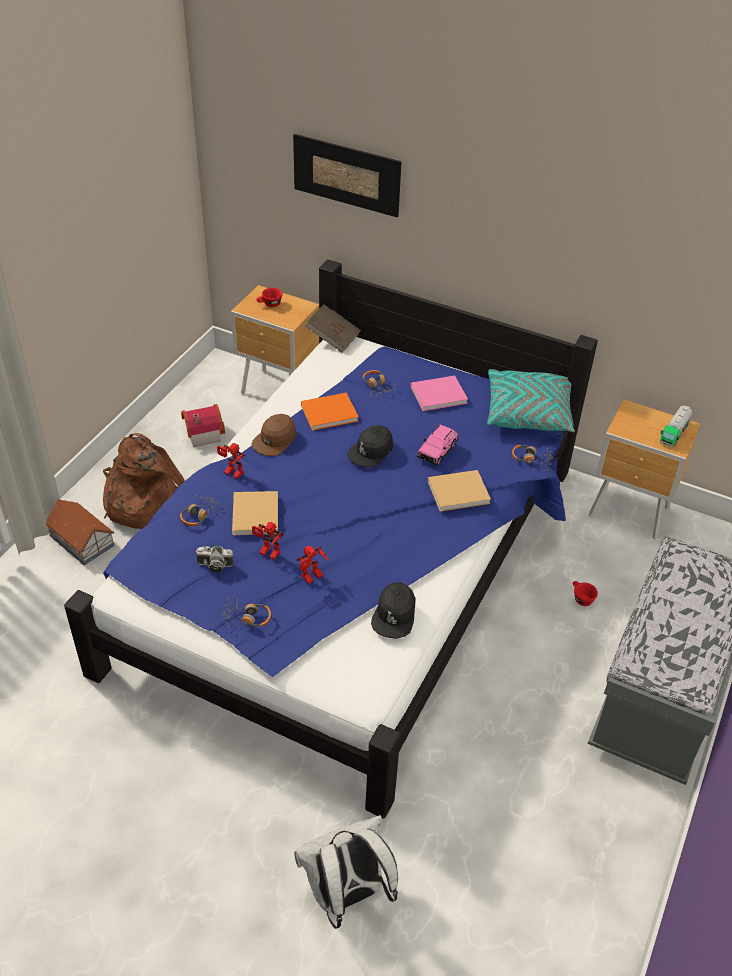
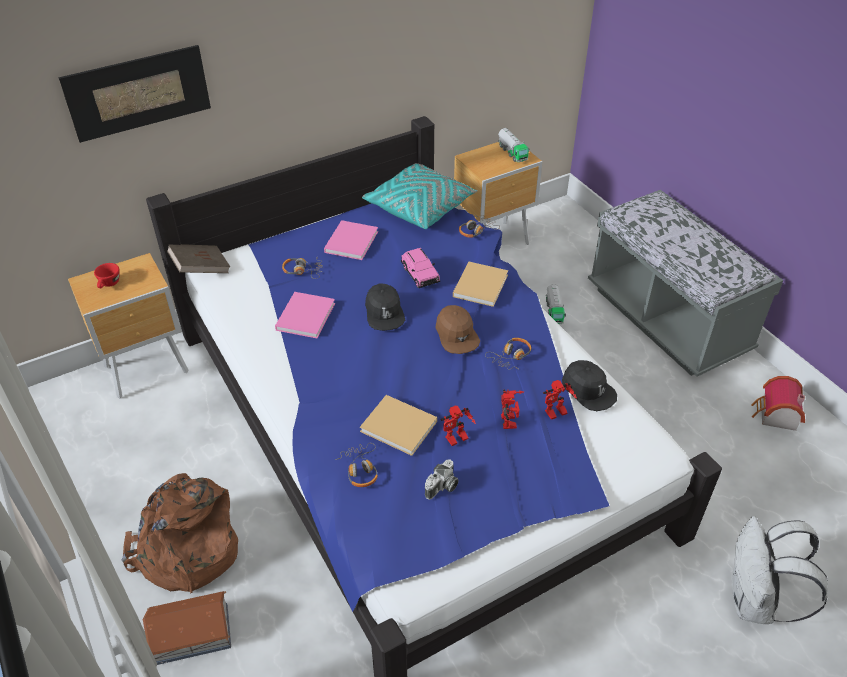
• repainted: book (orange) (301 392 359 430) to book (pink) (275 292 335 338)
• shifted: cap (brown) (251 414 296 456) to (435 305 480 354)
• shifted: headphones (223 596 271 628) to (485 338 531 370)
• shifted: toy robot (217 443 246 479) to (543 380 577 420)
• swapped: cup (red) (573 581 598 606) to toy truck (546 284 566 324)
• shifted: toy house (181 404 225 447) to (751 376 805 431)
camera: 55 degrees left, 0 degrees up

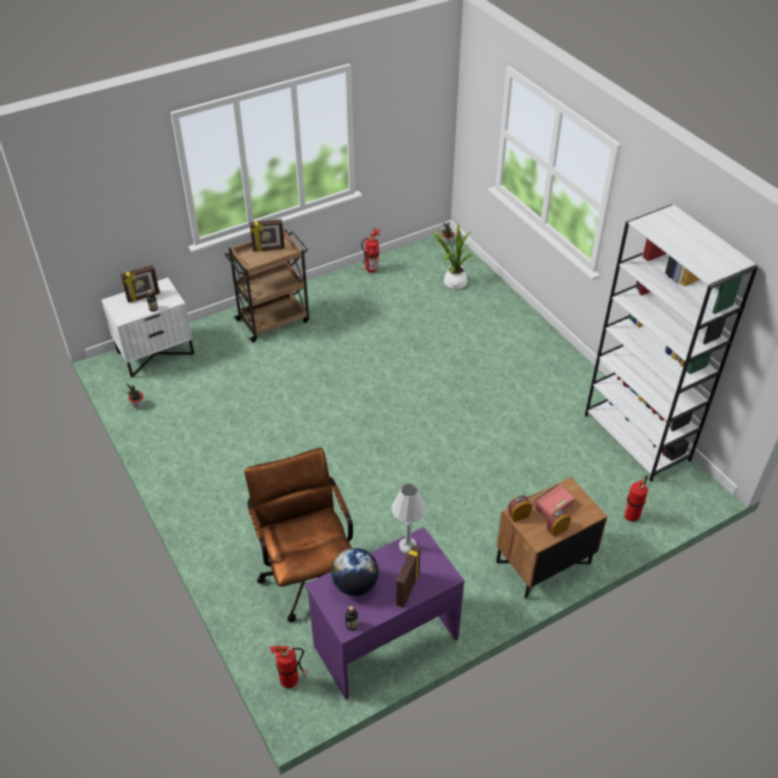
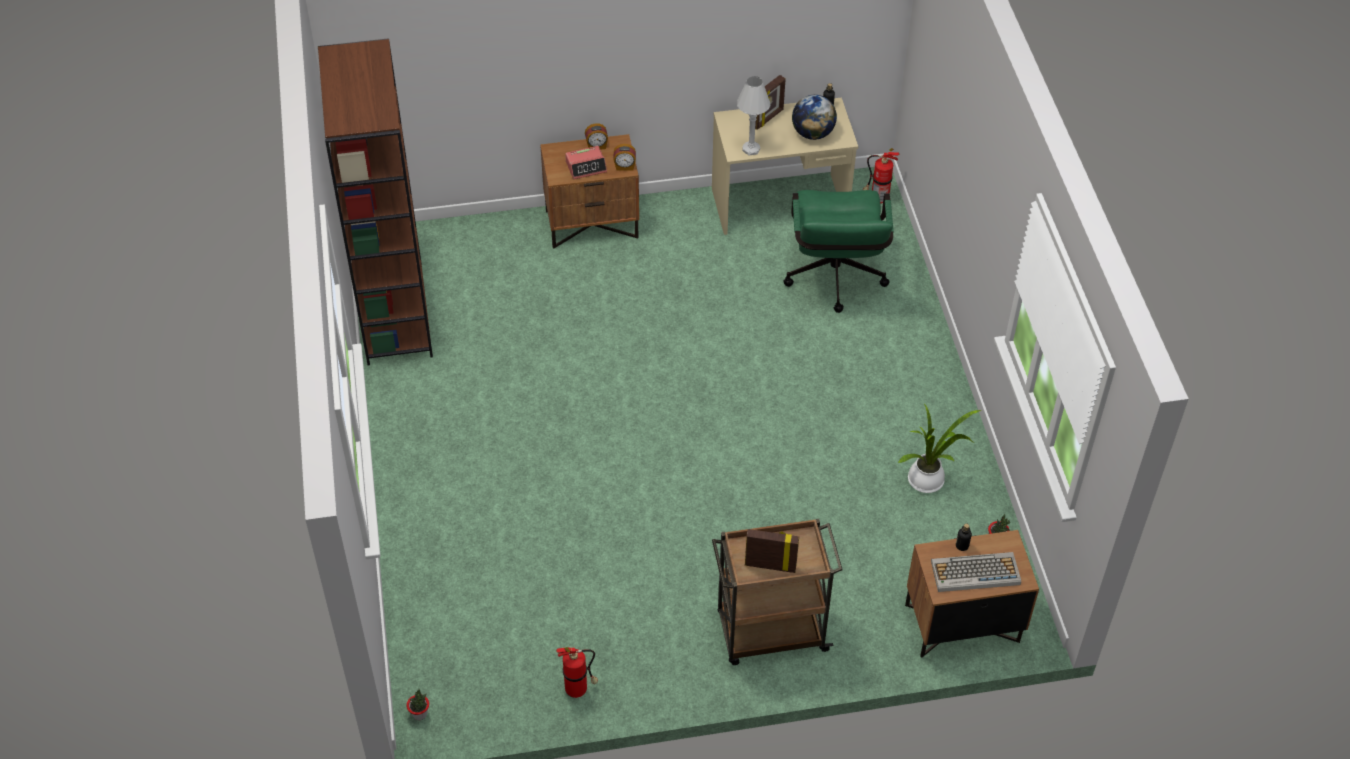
• repainted: bookcase (white) (585 204 758 482) to bookcase (brown) (318 38 433 366)
• repainted: desk (purple) (305 527 465 700) to desk (beige) (712 98 858 235)
• repainted: office chair (brown) (245 448 353 622) to office chair (green) (783 190 894 313)
• shifted: potted plant (432 223 474 289) to (897 404 981 493)
• repainted: nightstand (white) (102 277 194 377) to nightstand (brown) (905 530 1039 657)
• swapped: picture frame (121 265 160 303) to keyboard (931 552 1021 592)
• gone: fire extinguisher (624 475 648 522)
camera: 160 degrees left, 5 degrees up

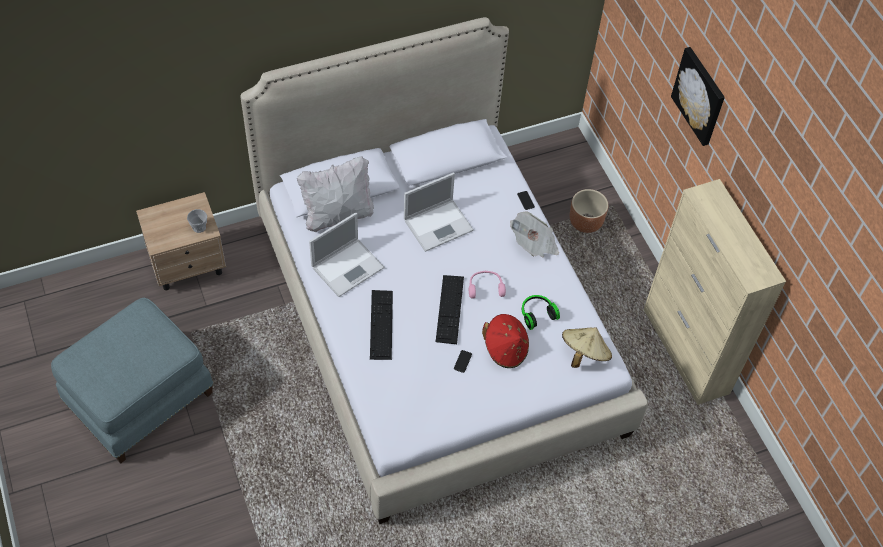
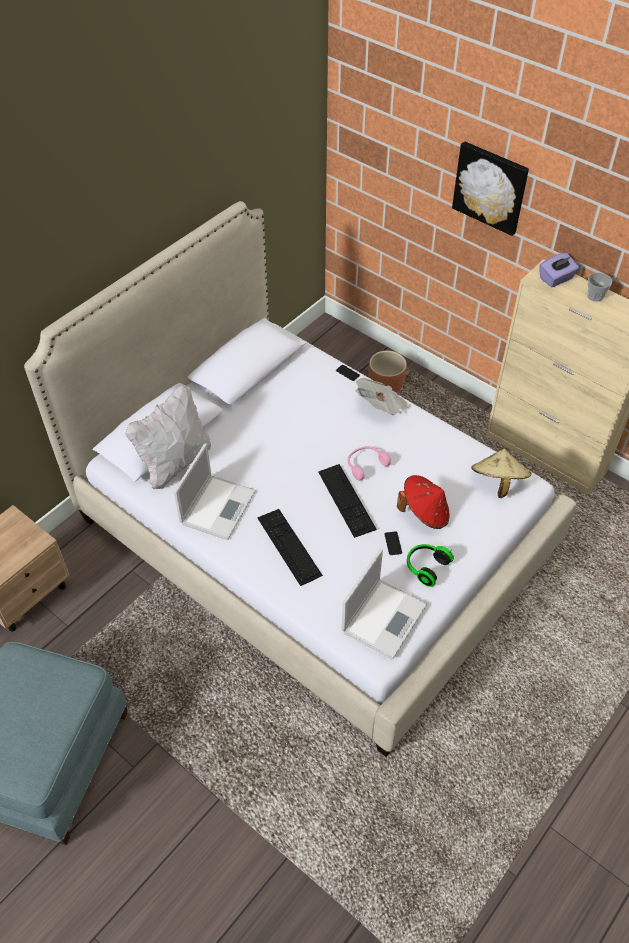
• shifted: laptop (404 172 474 252) to (341 549 427 659)
• shifted: headphones (522 295 560 330) to (407 544 454 587)
• new: tissue box (purple) (540 253 579 287)
• shifted: cup (187 209 207 233) to (587 273 612 302)
camera: 25 degrees left, 5 degrees down

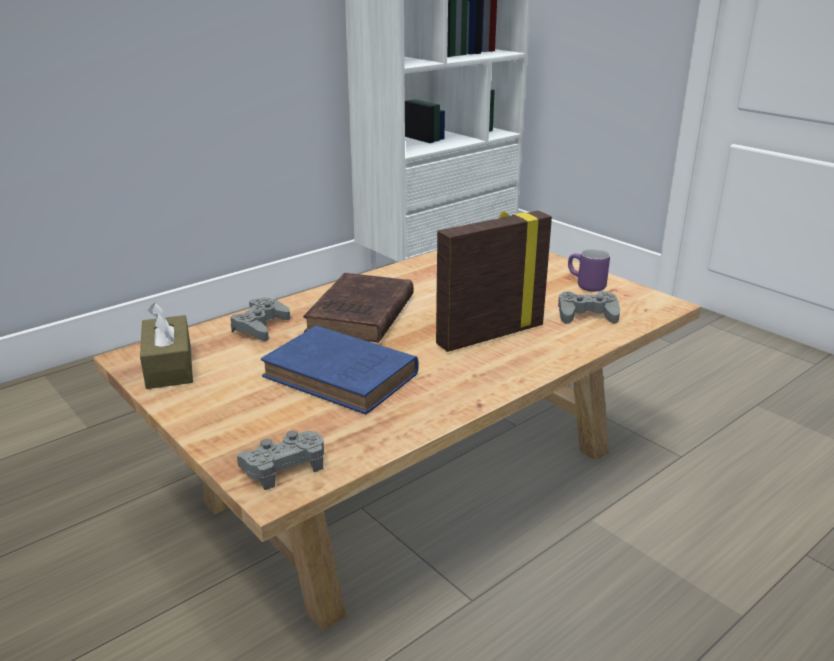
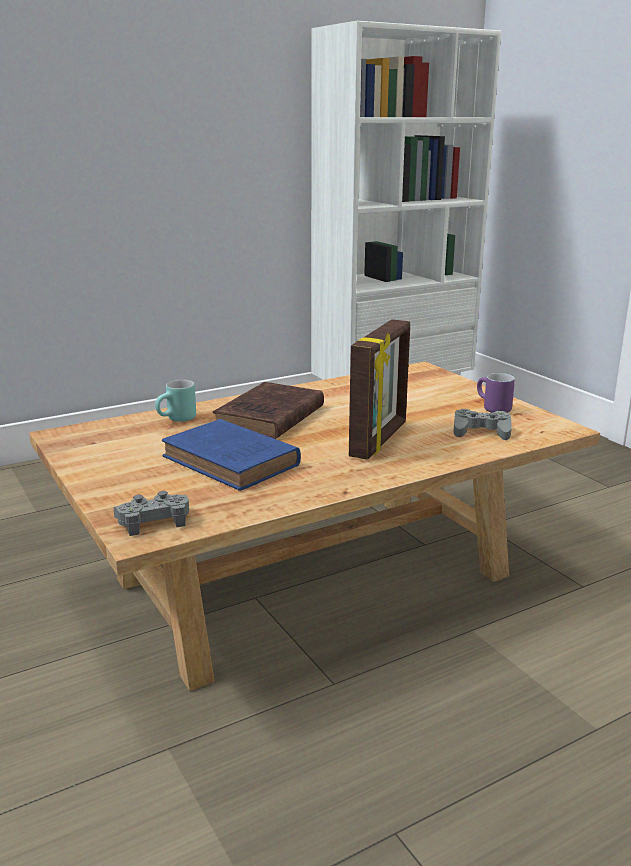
• swapped: game controller (grey) (231 297 290 341) to mug (turquoise) (155 380 196 422)
• rotated: picture frame (436 211 552 352) = (349 319 410 460) 135 degrees clockwise
• gone: tissue box (brown) (140 302 193 389)
camera: 10 degrees right, 5 degrees down

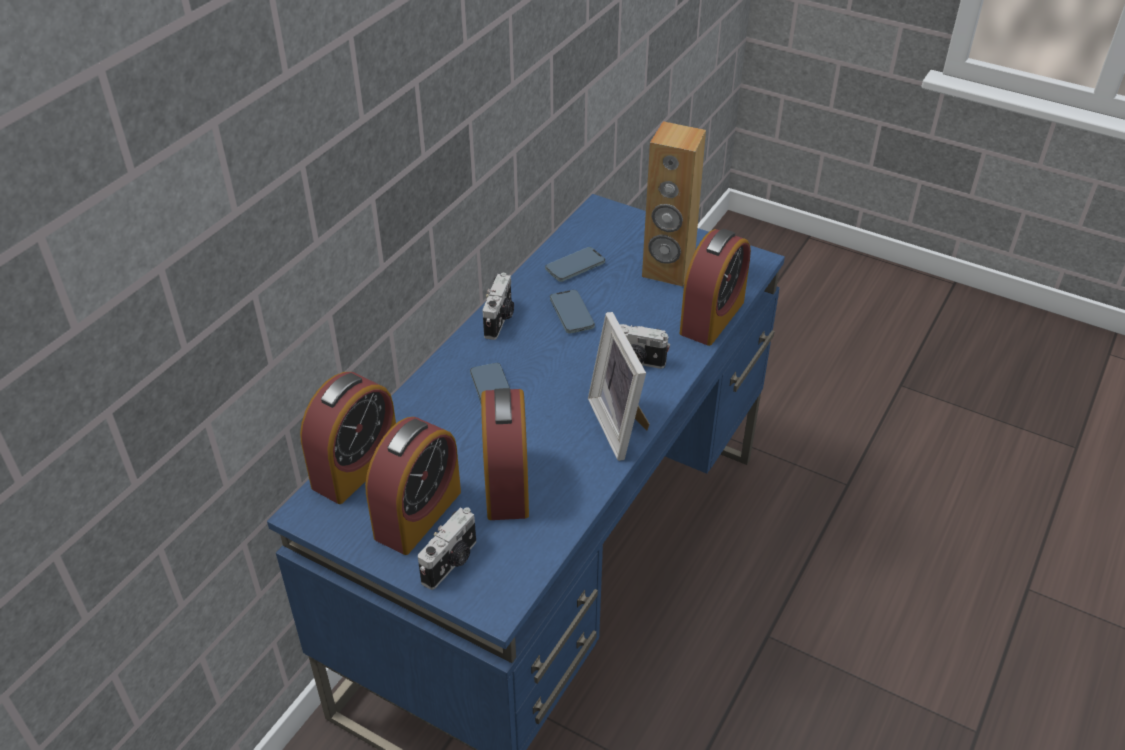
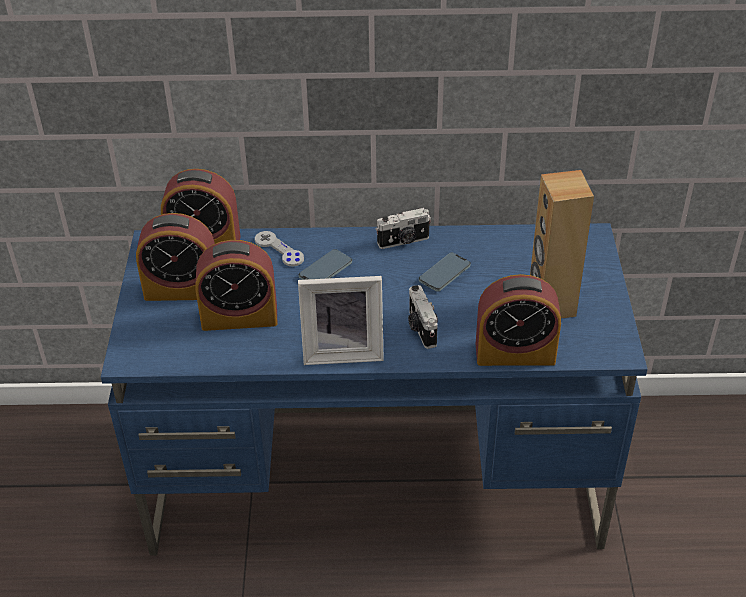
• rotated: alarm clock (481 388 529 520) = (195 240 277 331) 150 degrees counterclockwise
• new: game controller (grey) (255 231 304 267)
• rotated: picture frame (588 312 650 461) = (298 276 384 365) 135 degrees counterclockwise
• gone: photo camera (418 507 476 590)
• gone: phone (545 247 605 282)
camera: 60 degrees right, 0 degrees up

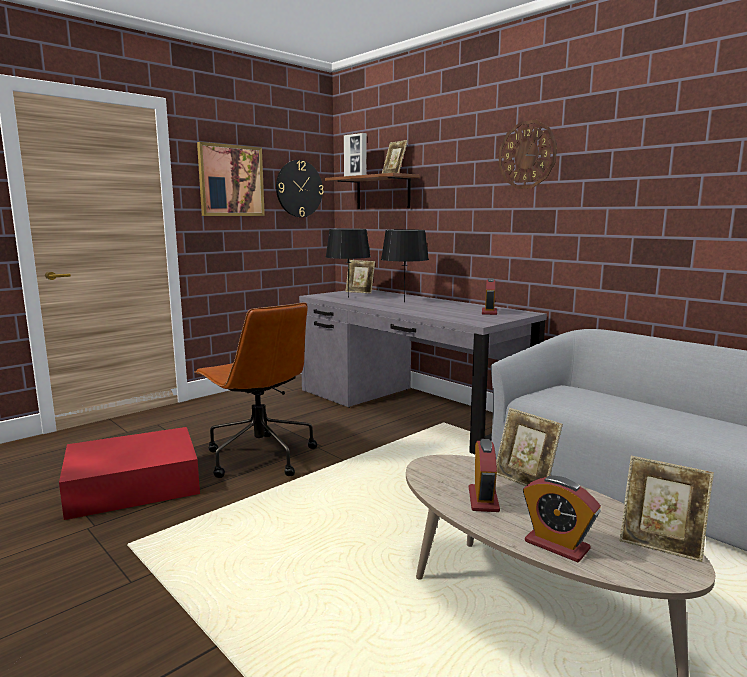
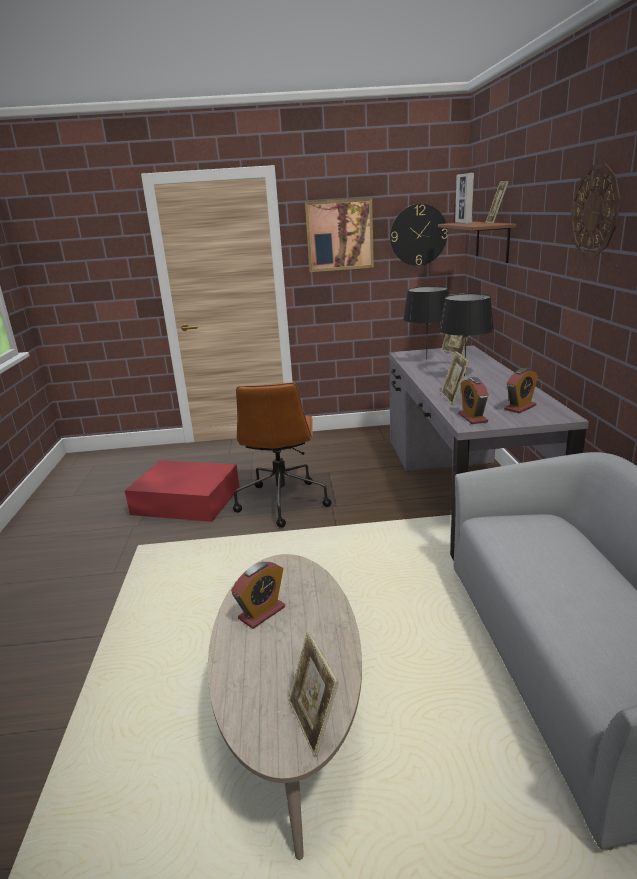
• shifted: picture frame (496 408 563 486) to (441 351 469 405)
• shifted: alarm clock (523 476 601 562) to (458 377 488 424)
camera: 40 degrees right, 10 degrees up

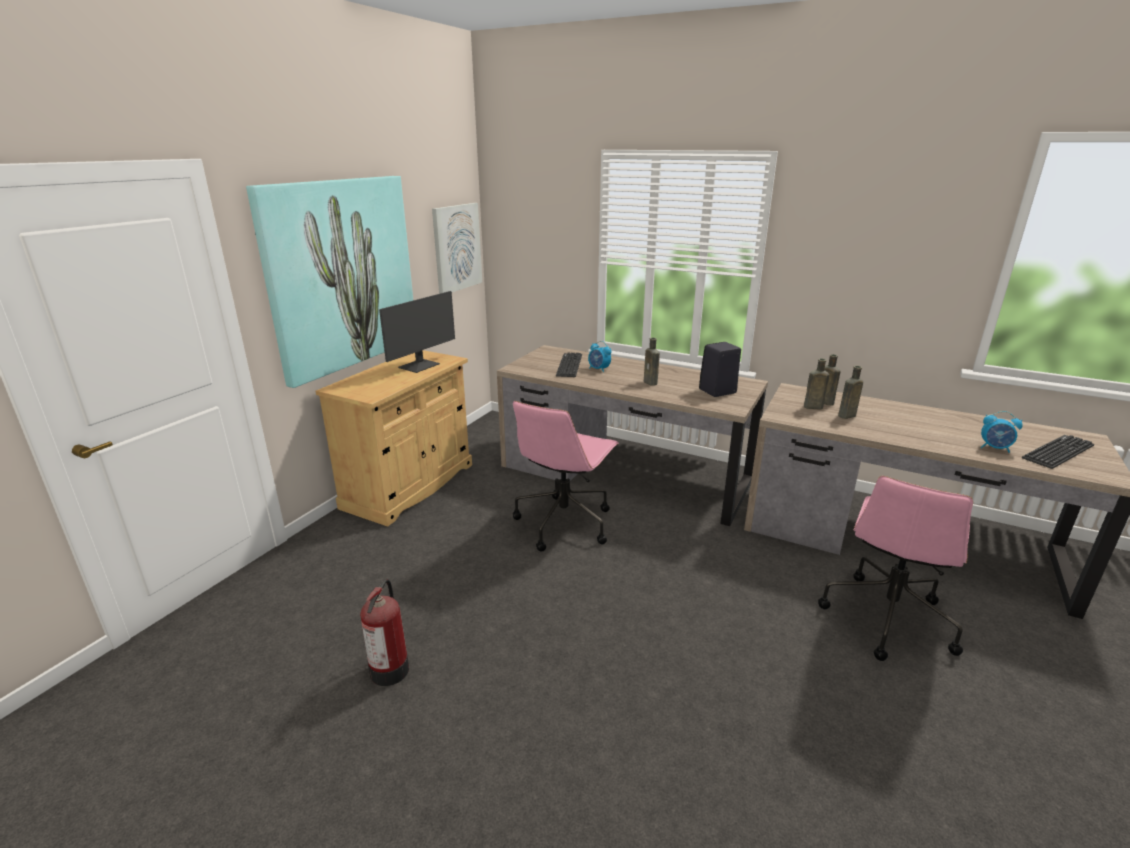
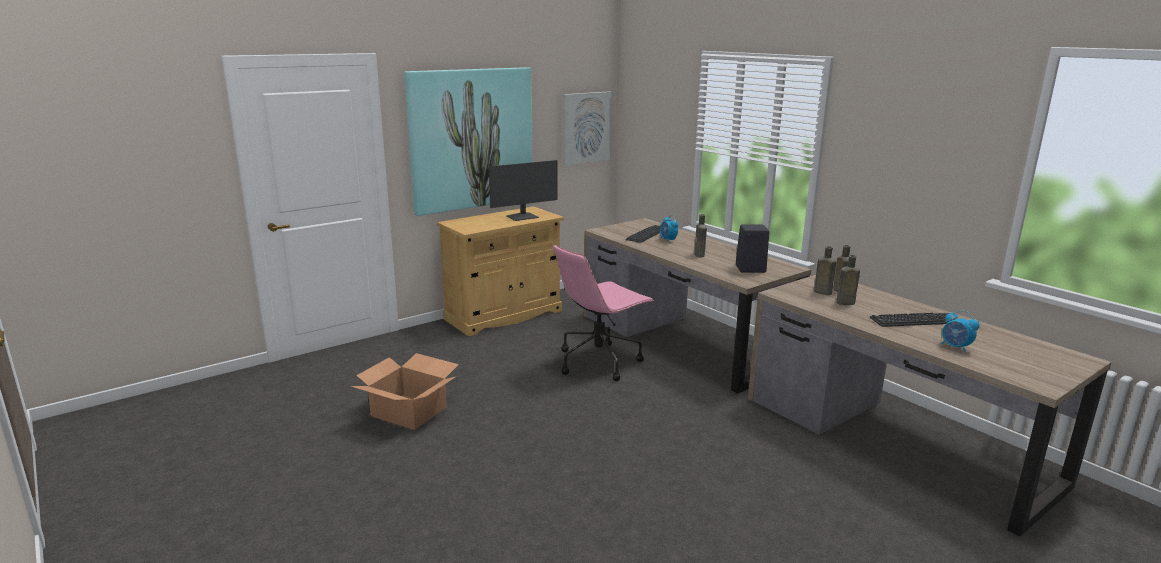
• swapped: fire extinguisher (360 579 409 686) to cardboard box (351 353 459 430)
• shifted: keyboard (1022 435 1094 469) to (870 312 957 327)
• gone: office chair (pink) (818 476 973 661)
camera: 25 degrees right, 5 degrees down

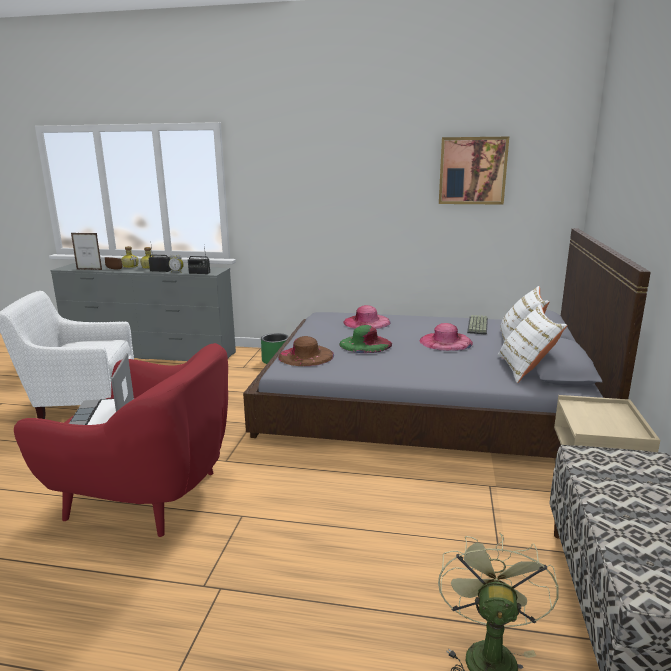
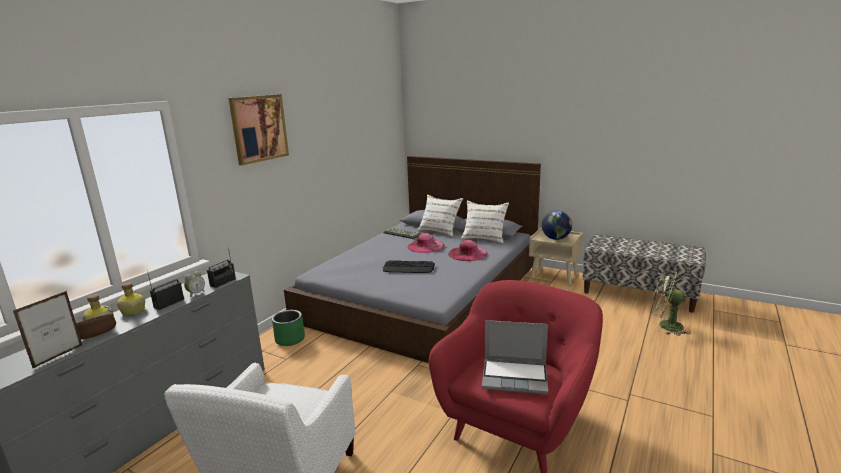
• shifted: picture (439 137 509 205) to (229 94 289 165)
• swapped: hat (green) (339 325 392 353) to keyboard (383 260 435 273)
• shifted: hat (pink) (344 305 391 329) to (448 240 488 261)
• new: globe (542 210 572 240)
• gone: hat (brown) (278 336 334 366)
camera: 70 degrees left, 0 degrees up

